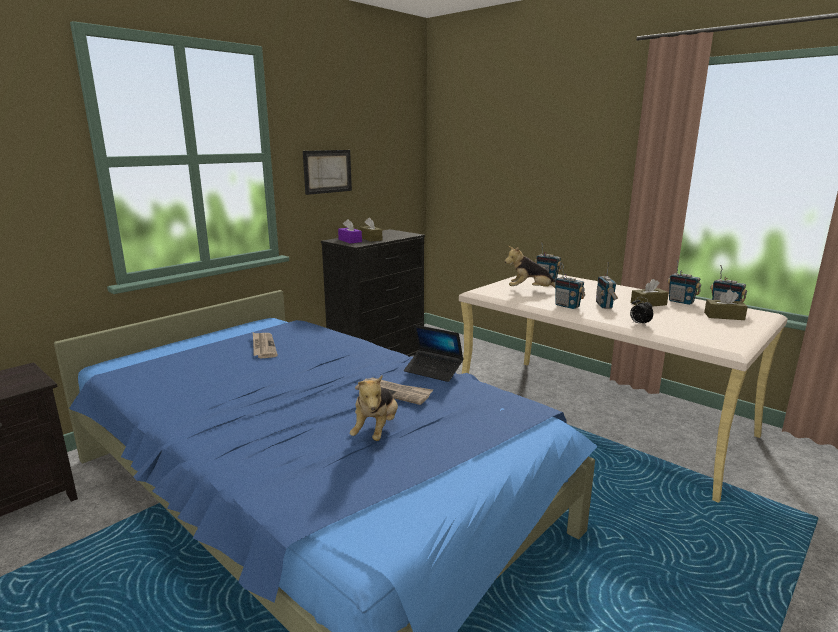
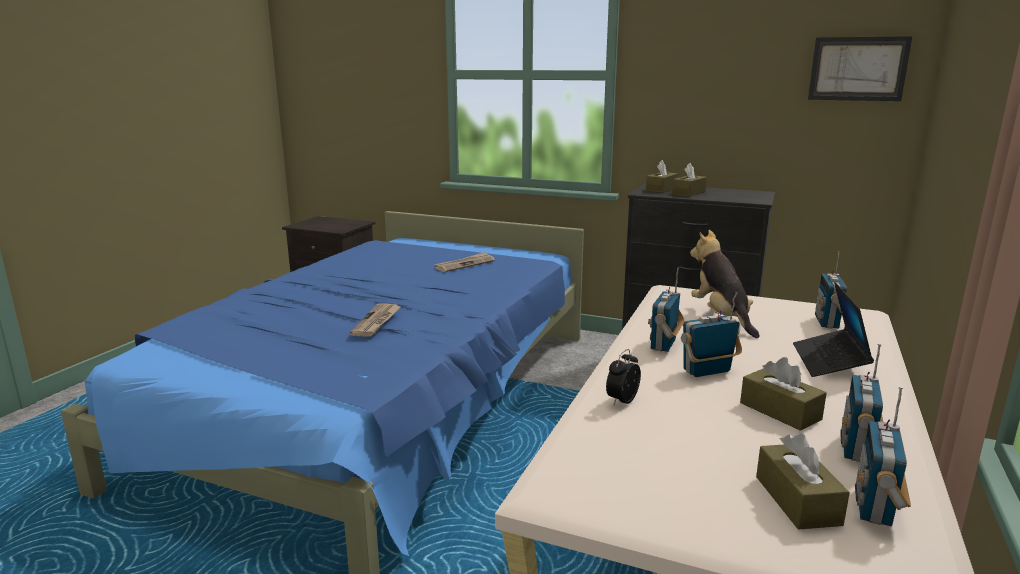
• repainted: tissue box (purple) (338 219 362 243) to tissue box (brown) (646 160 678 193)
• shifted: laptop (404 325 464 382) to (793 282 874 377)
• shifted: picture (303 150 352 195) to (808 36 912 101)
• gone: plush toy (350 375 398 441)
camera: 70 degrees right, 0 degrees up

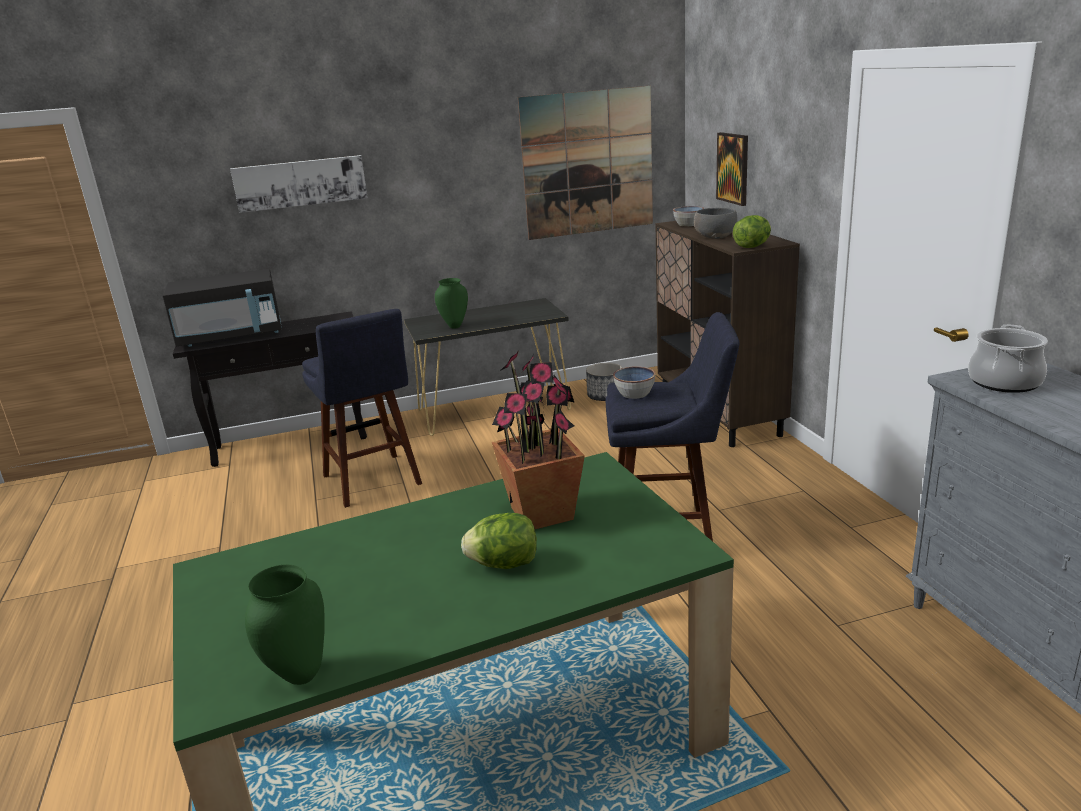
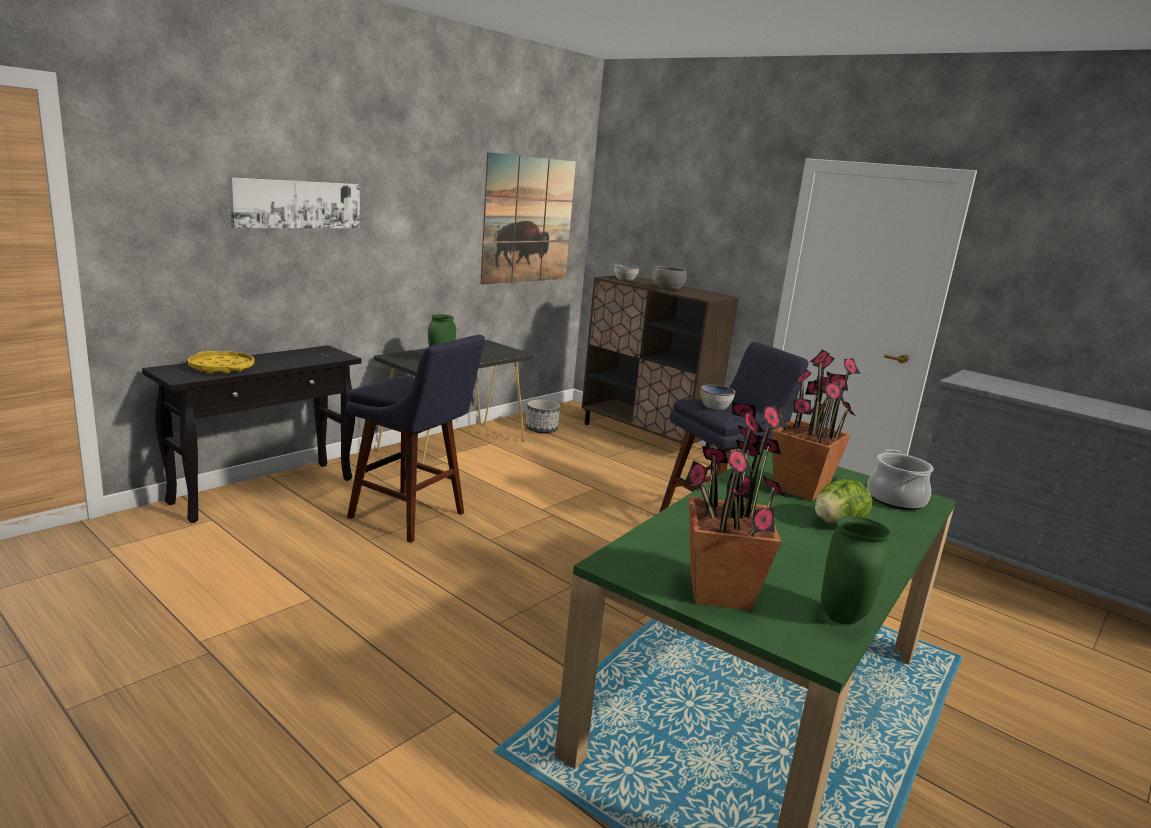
• swapped: microwave (black) (162 269 282 347) to tray (yellow) (187 351 255 374)
• new: potted plant (685 402 787 610)
• shifted: cooking pot (968 325 1048 393) to (867 449 934 510)
• gone: picture (716 132 748 206)
• gone: lettuce (733 215 771 248)
camera: 35 degrees left, 5 degrees down

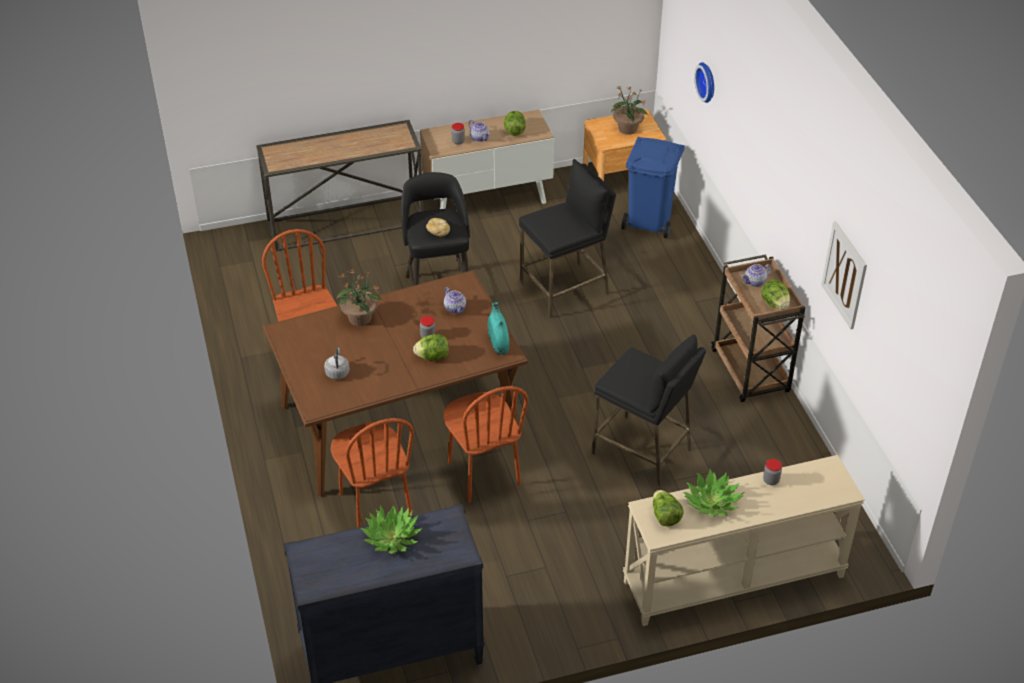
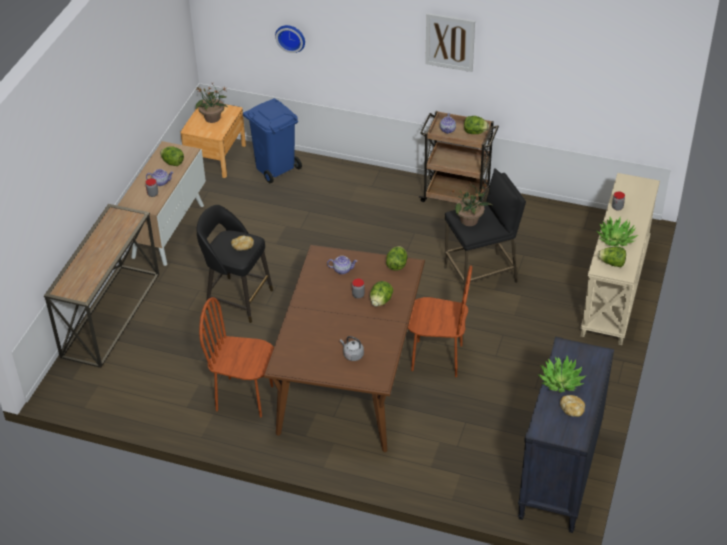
• swapped: vase (turquoise) (488 302 509 355) to lettuce (386 246 407 271)
• shifted: picture (821 221 867 329) to (425 13 475 72)
• shifted: potted plant (337 269 383 326) to (451 182 492 226)
• new: bread (560 395 585 417)
• gone: chair (brown) (331 418 414 528)
• gone: stool (black) (519 159 616 318)
camera: 55 degrees left, 0 degrees up

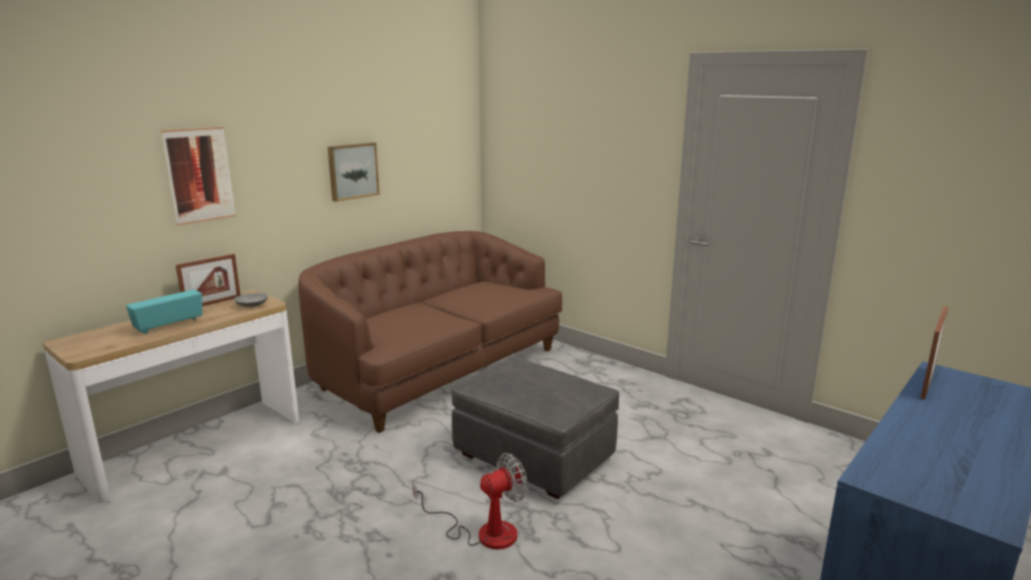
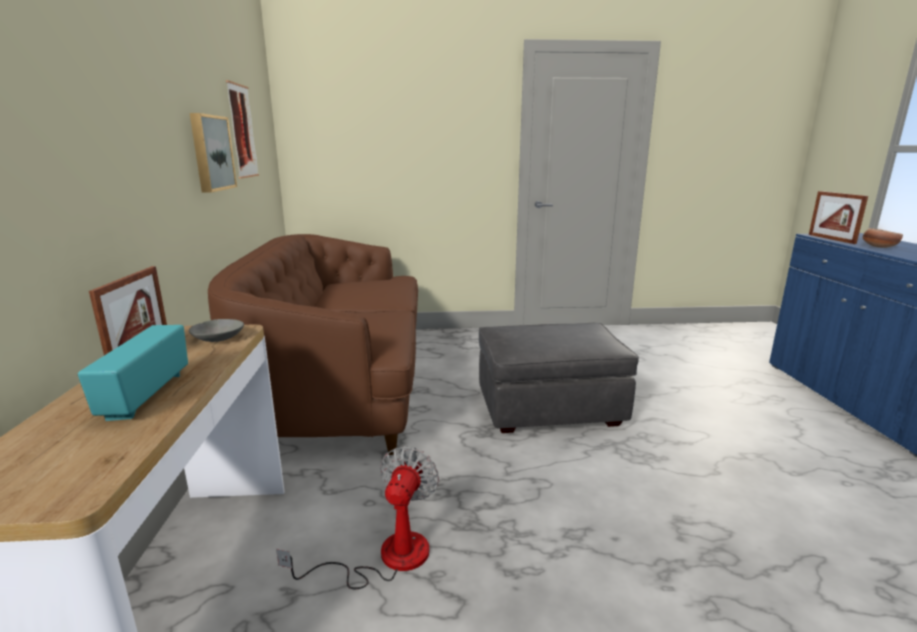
• shifted: picture (161 127 236 226) to (226 80 259 179)
• shifted: fan (412 453 528 549) to (276 446 439 589)
• new: bowl (863 228 903 248)
camera: 45 degrees left, 0 degrees up

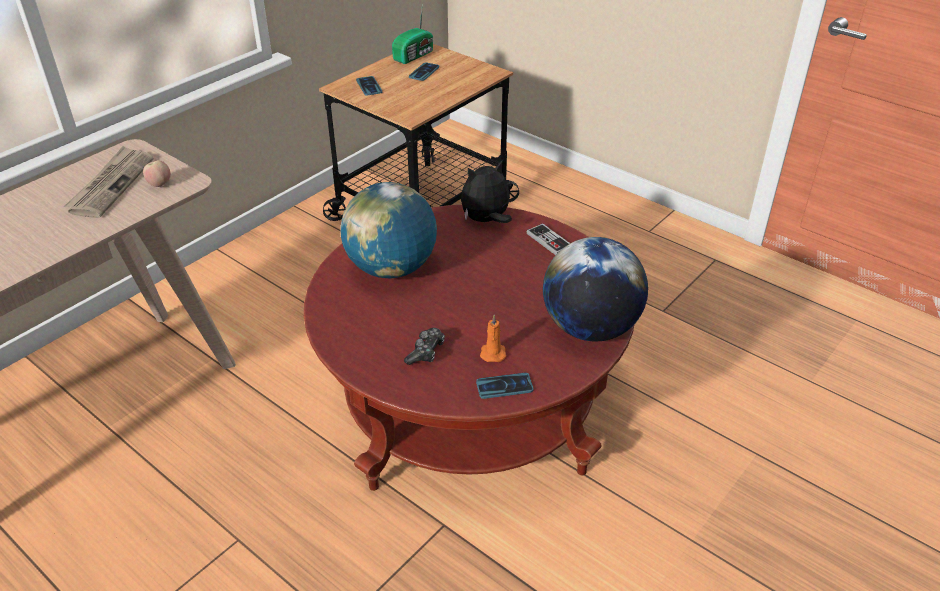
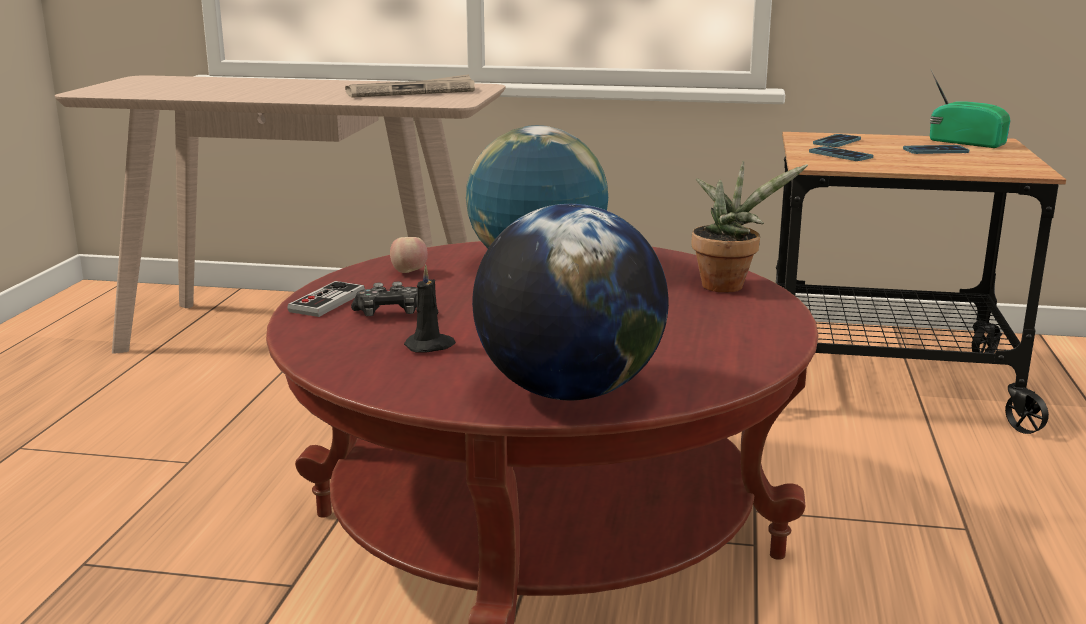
• shifted: game controller (527 223 570 255) to (287 281 365 317)
• shifted: apple (143 160 171 187) to (390 237 428 273)
• repainted: candle (orange) (480 315 506 362) to candle (black) (404 265 456 352)
• swapped: plush toy (461 160 512 223) to potted plant (691 161 808 292)
• shifted: phone (476 373 534 399) to (809 146 873 161)
• rotated: radio (392 4 434 64) = (930 70 1011 148) 150 degrees counterclockwise
camera: 60 degrees right, 20 degrees down

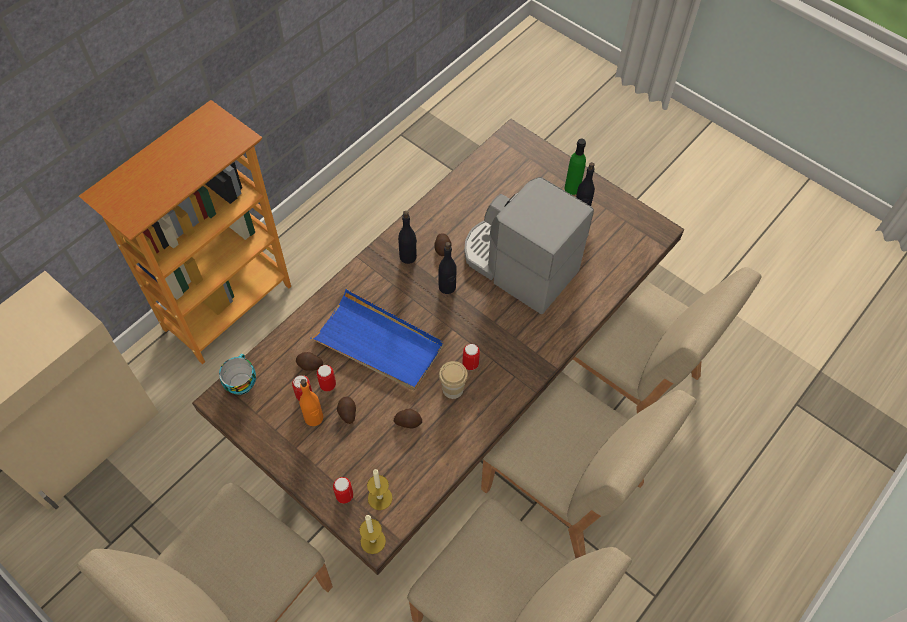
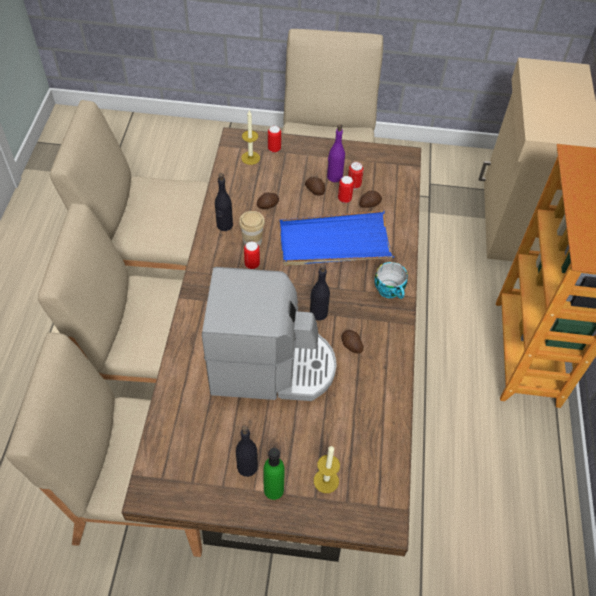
• shifted: bottle (black) (398 211 417 264) to (215 173 233 231)
• shifted: candle (359 515 386 554) to (314 446 340 493)
• repainted: bottle (orange) (299 379 323 426) to bottle (purple) (327 124 345 182)
• shifted: cup (219 354 256 395) to (374 262 408 299)
camera: 145 degrees right, 5 degrees down

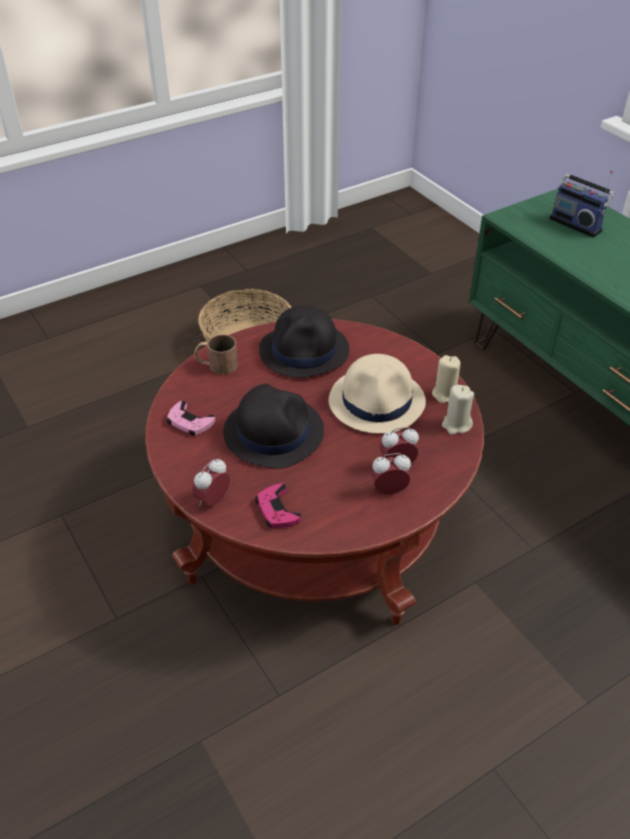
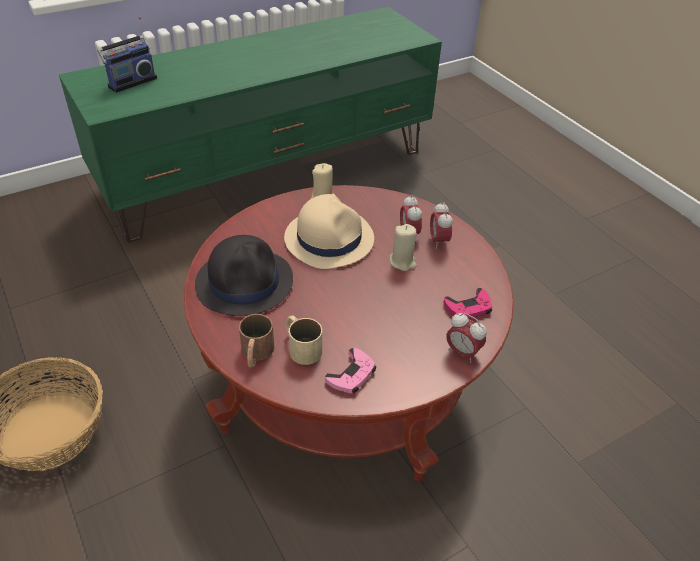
• new: mug (beige) (286 316 322 365)
• shifted: candle (beige) (442 385 474 435) to (390 224 417 271)
• gone: hat (black) (223 384 324 468)
camera: 90 degrees left, 0 degrees up

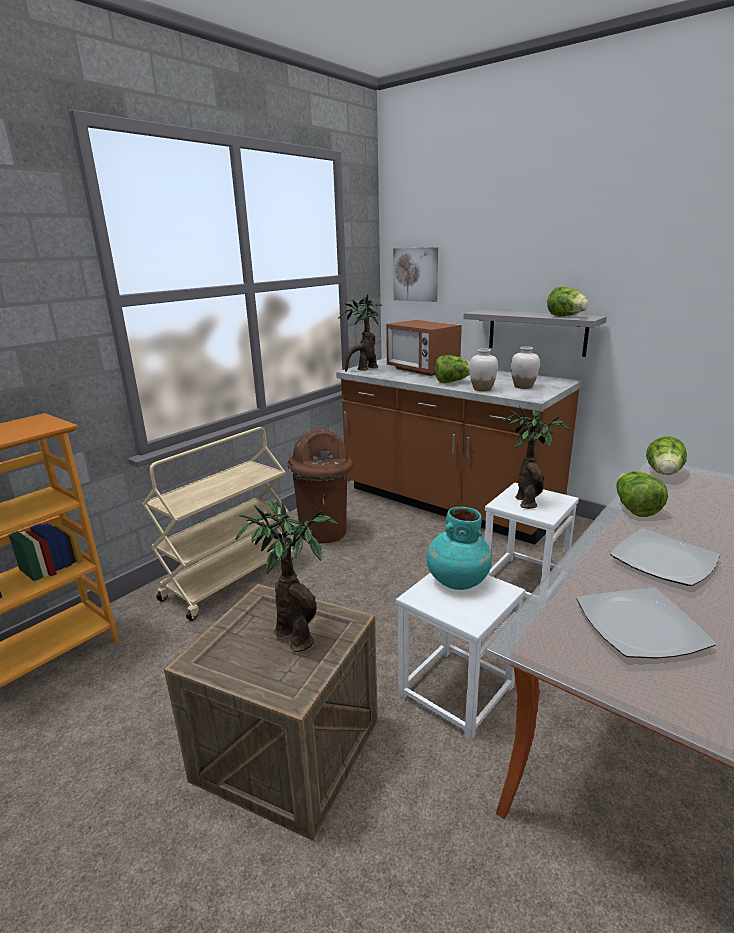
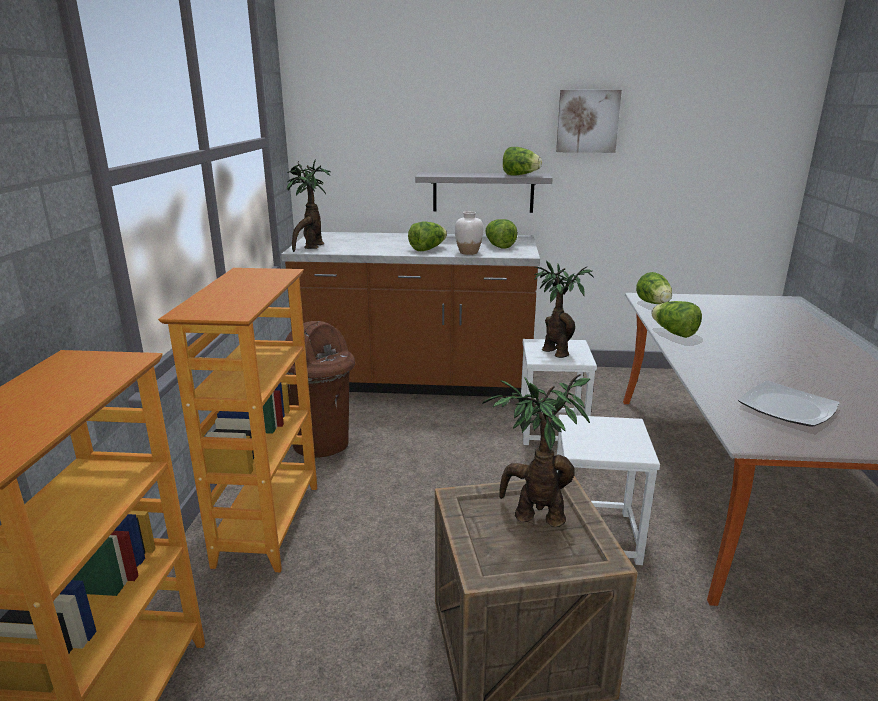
• swapped: cart (beige) (142 427 294 621) to bookcase (158 268 317 572)
• swapped: vase (white) (511 347 540 389) to lettuce (485 219 518 249)
• shifted: picture (393 247 438 302) to (556 90 622 153)
• gone: microwave (386 320 462 376)
• gone: vase (turquoise) (427 507 492 590)
• gone: plate (610 528 720 586)
camera: 35 degrees left, 0 degrees up

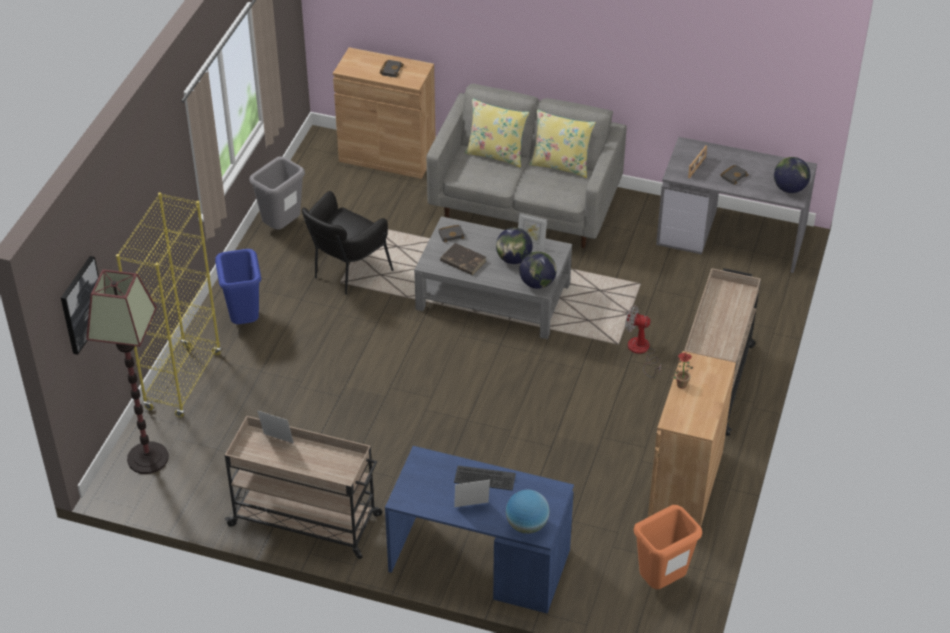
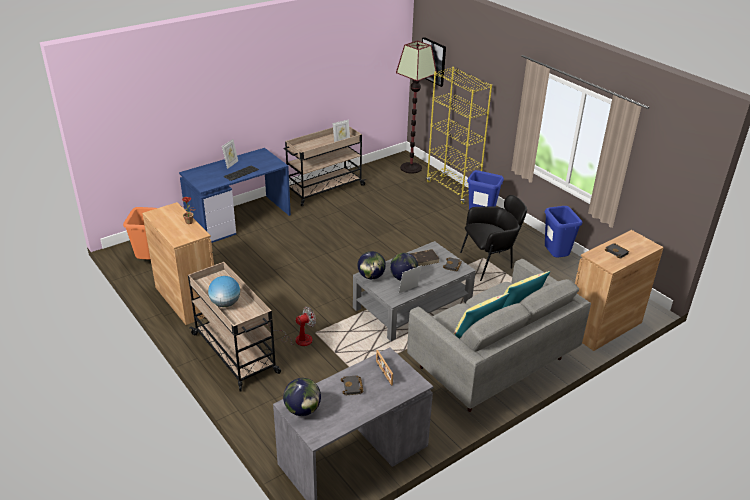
• shifted: globe (506 490 550 534) to (208 276 240 307)
• rotated: armchair (black) (302 191 394 295) = (460 195 527 281) 90 degrees clockwise
• repainted: trash can (grey) (249 156 305 230) to trash can (blue) (545 206 582 258)
camera: 125 degrees right, 10 degrees down

